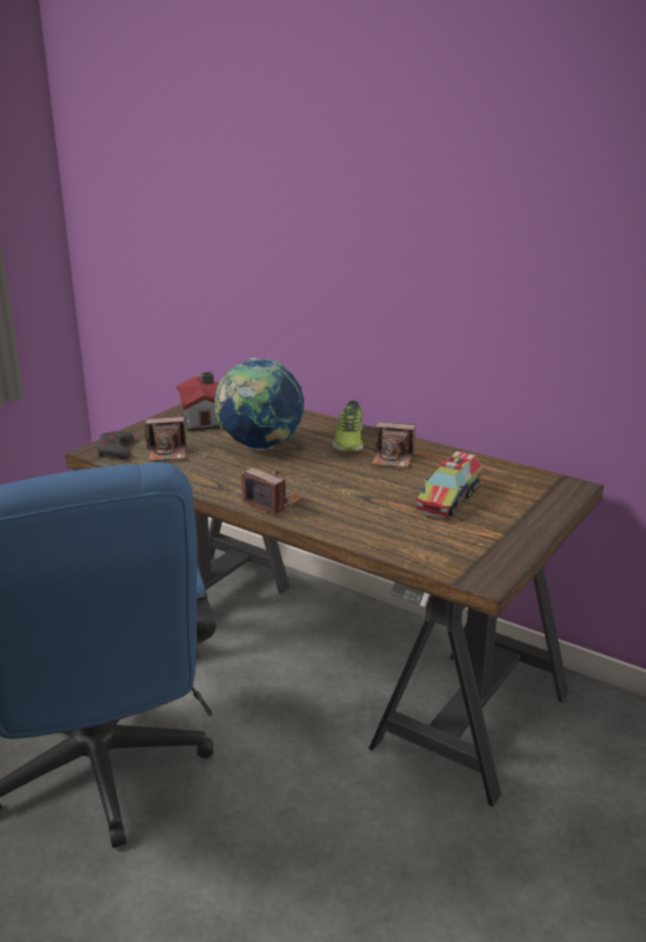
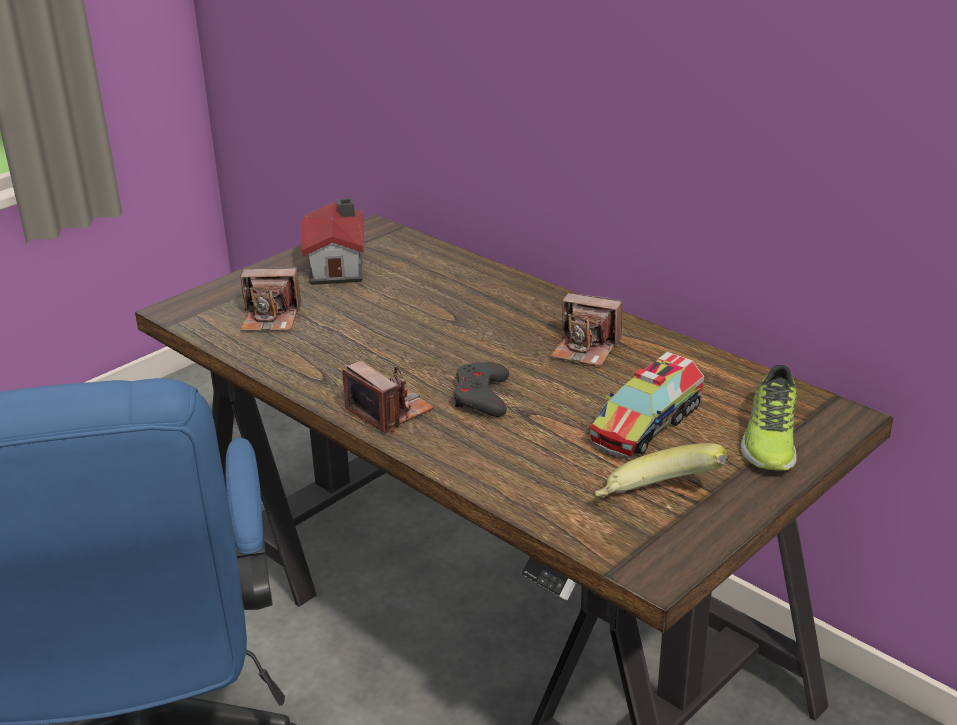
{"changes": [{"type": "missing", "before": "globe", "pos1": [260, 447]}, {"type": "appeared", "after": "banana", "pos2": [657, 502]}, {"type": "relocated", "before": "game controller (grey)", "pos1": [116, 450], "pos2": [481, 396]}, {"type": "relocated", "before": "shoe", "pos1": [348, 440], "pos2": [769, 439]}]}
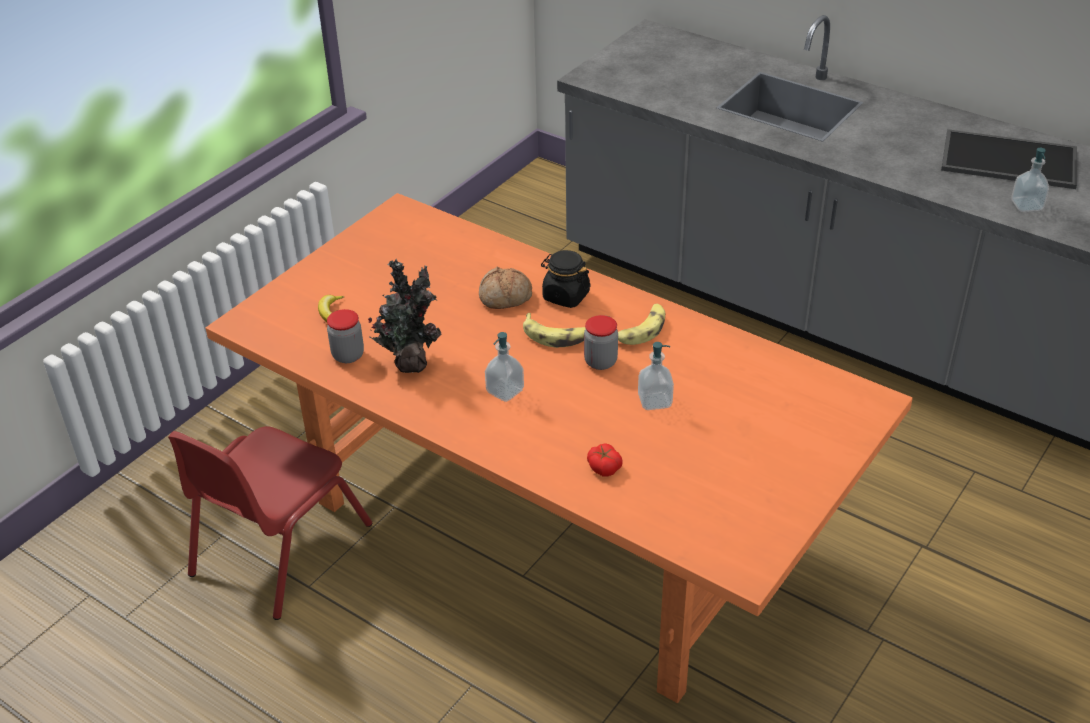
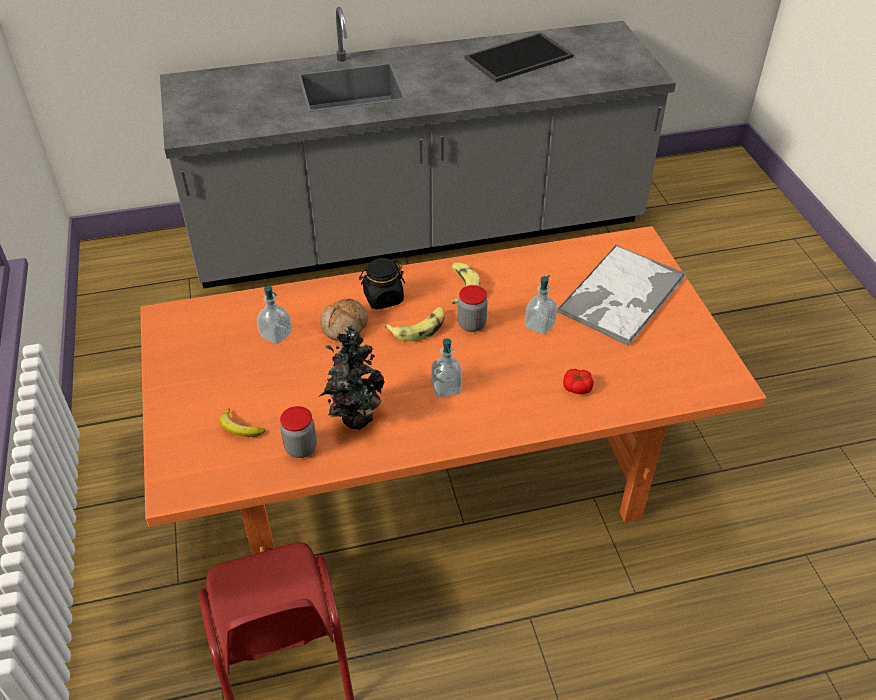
{"changes": [{"type": "appeared", "after": "tray", "pos2": [621, 296]}, {"type": "relocated", "before": "soap dispenser", "pos1": [1026, 205], "pos2": [276, 335]}]}
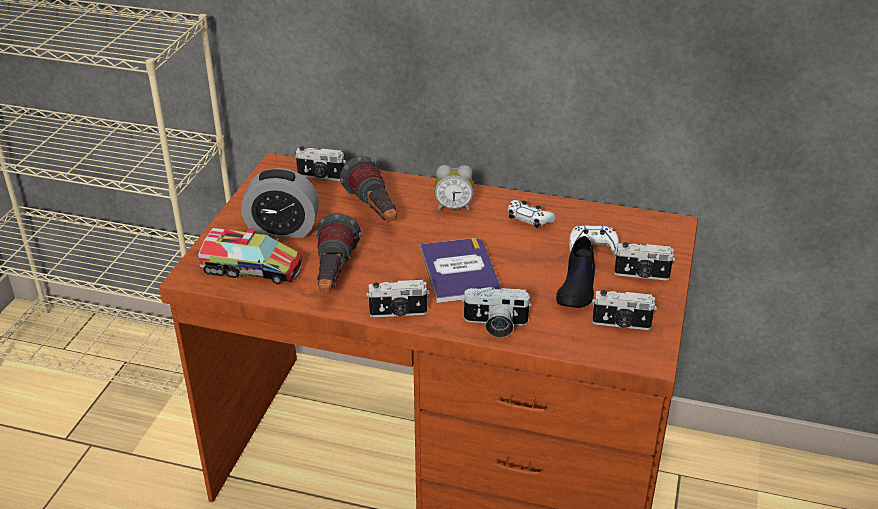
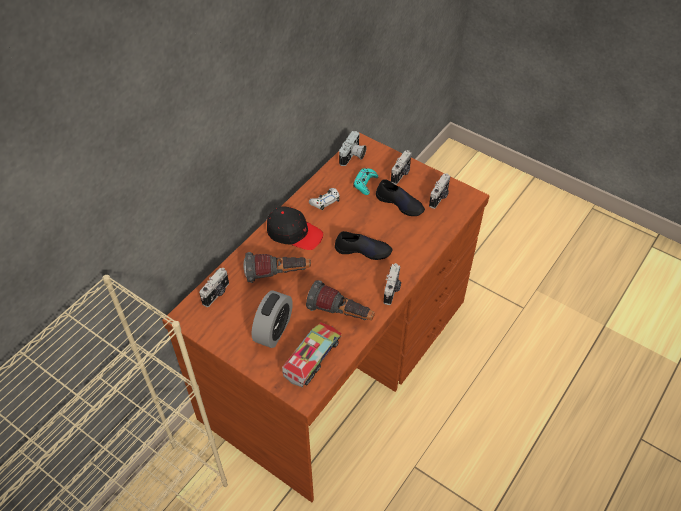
{"changes": [{"type": "relocated", "before": "photo camera", "pos1": [495, 325], "pos2": [353, 156]}, {"type": "exchanged", "before": "book", "after": "shoe (black)", "pos1": [459, 271], "pos2": [363, 250]}, {"type": "exchanged", "before": "alarm clock", "after": "cap (black)", "pos1": [453, 207], "pos2": [294, 233]}, {"type": "colour", "before": "game controller (white)", "after": "game controller (turquoise)", "pos1": [592, 245], "pos2": [365, 183]}]}
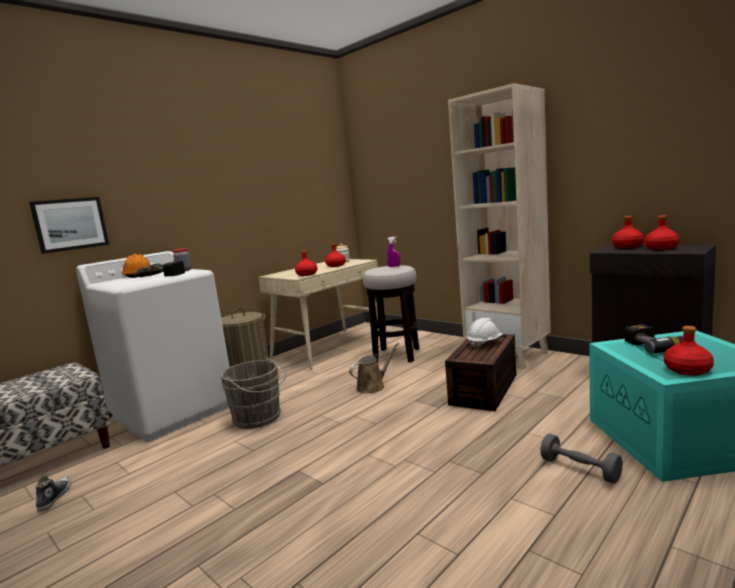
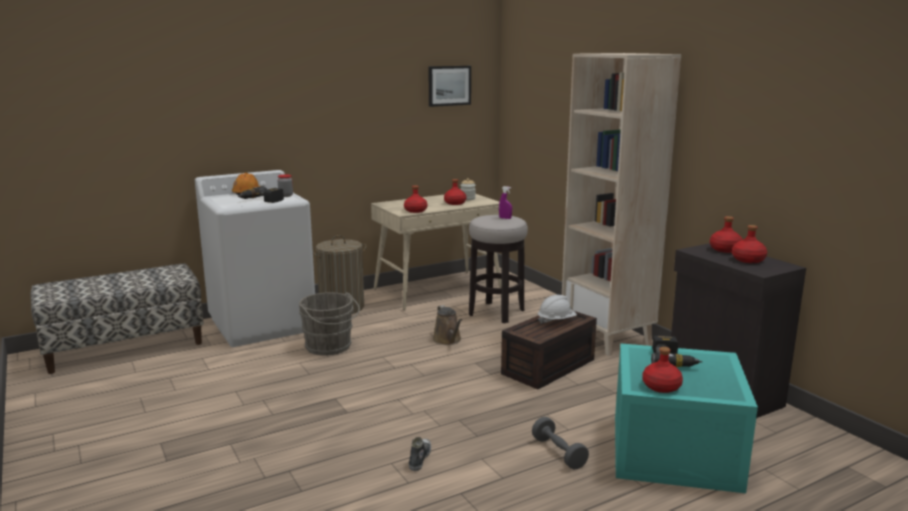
{"changes": [{"type": "relocated", "before": "picture", "pos1": [70, 224], "pos2": [449, 85]}, {"type": "relocated", "before": "shoe", "pos1": [54, 497], "pos2": [419, 458]}, {"type": "spun", "before": "watering can (brown)", "pos1": [373, 386], "pos2": [448, 340], "turn": 90}]}
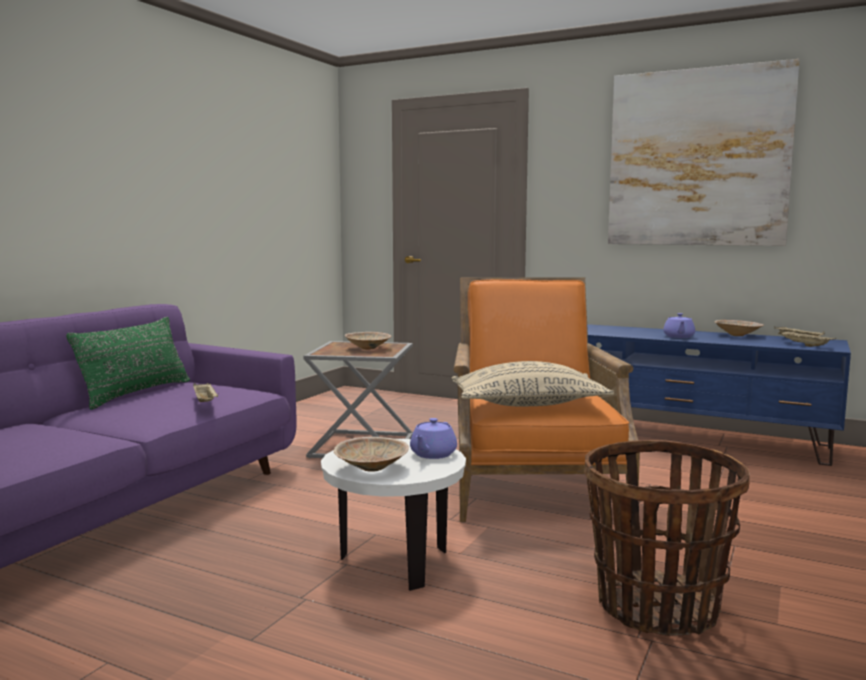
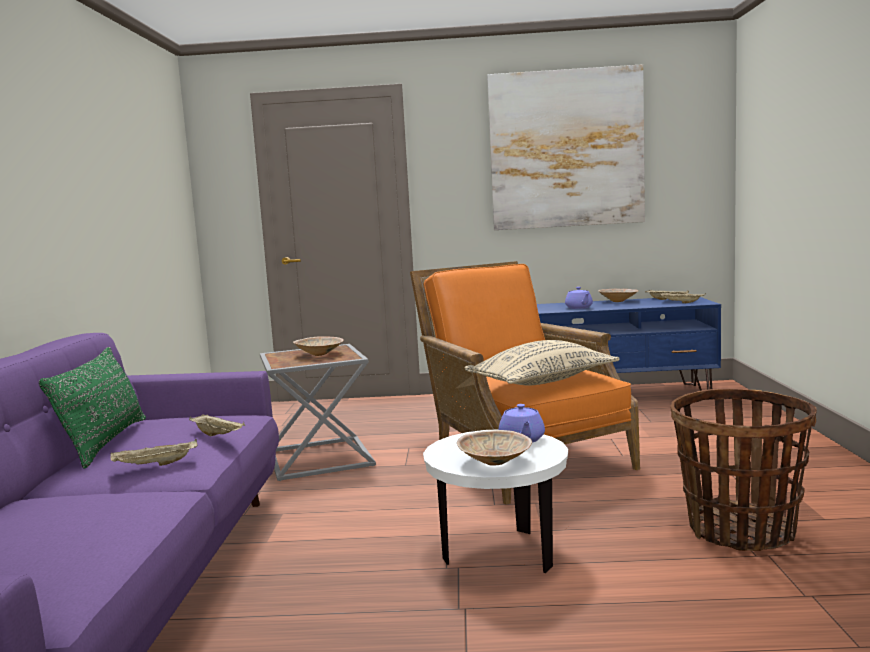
{"changes": [{"type": "appeared", "after": "tray (beige)", "pos2": [155, 465]}]}
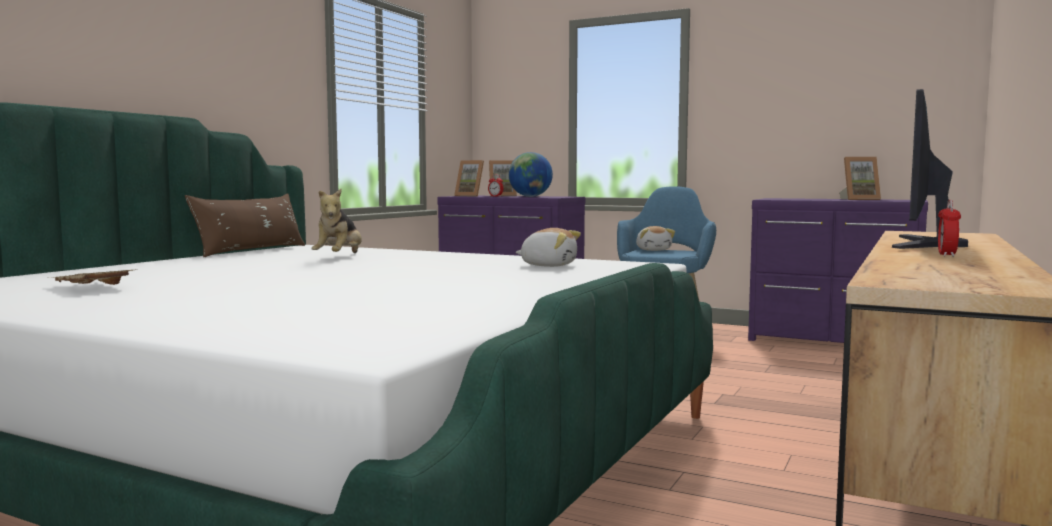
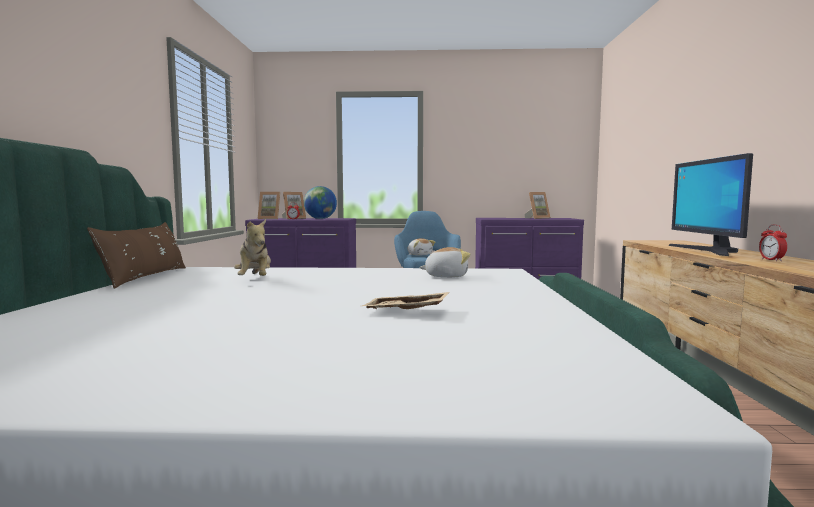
{"changes": [{"type": "relocated", "before": "tray (beige)", "pos1": [90, 288], "pos2": [405, 312]}]}
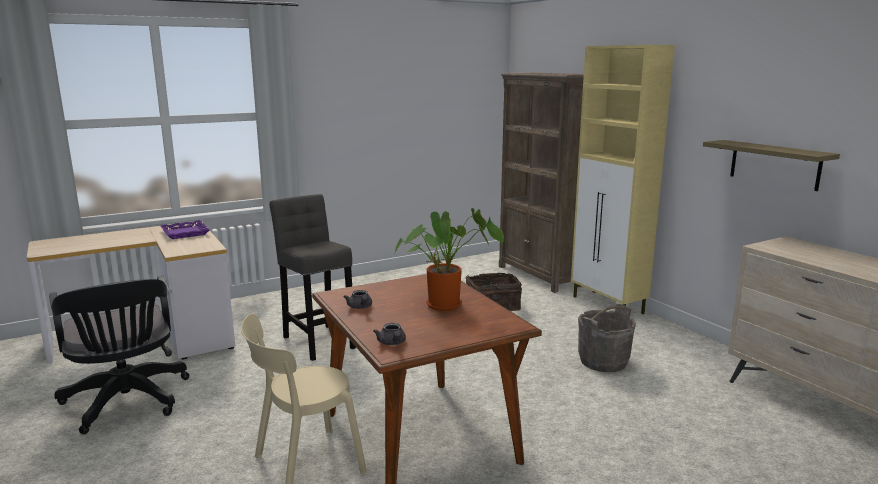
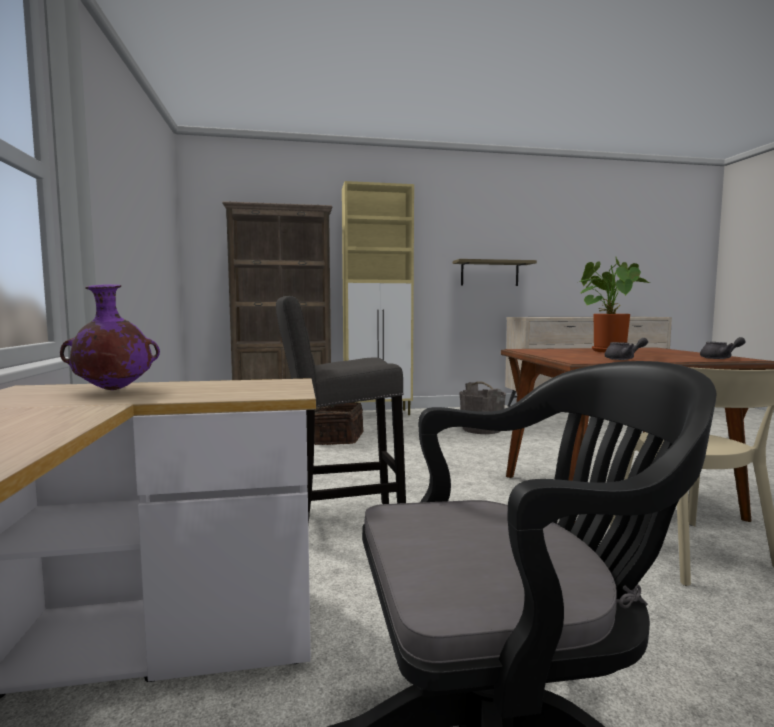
{"changes": [{"type": "exchanged", "before": "tray (purple)", "after": "vase (purple)", "pos1": [184, 233], "pos2": [112, 391]}]}
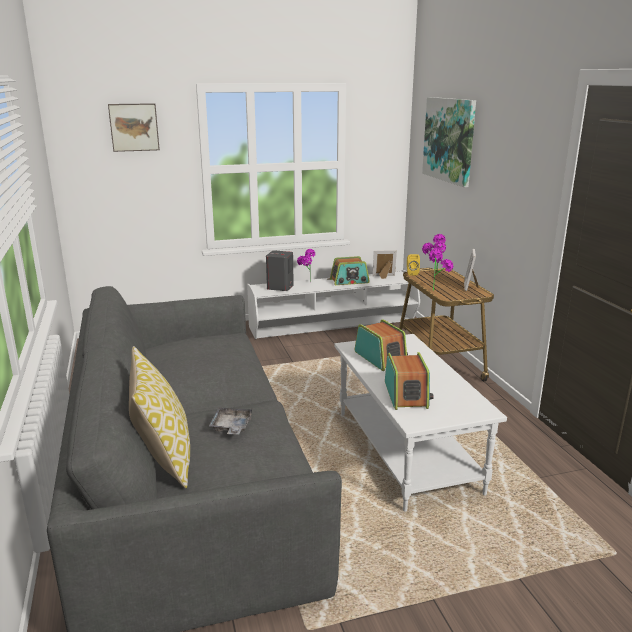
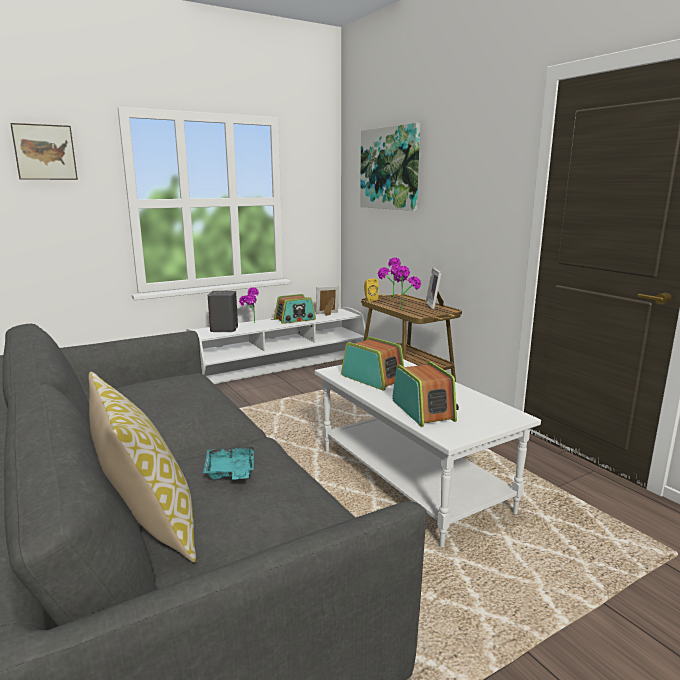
{"changes": [{"type": "colour", "before": "tray (grey)", "after": "tray (turquoise)", "pos1": [231, 427], "pos2": [230, 472]}]}
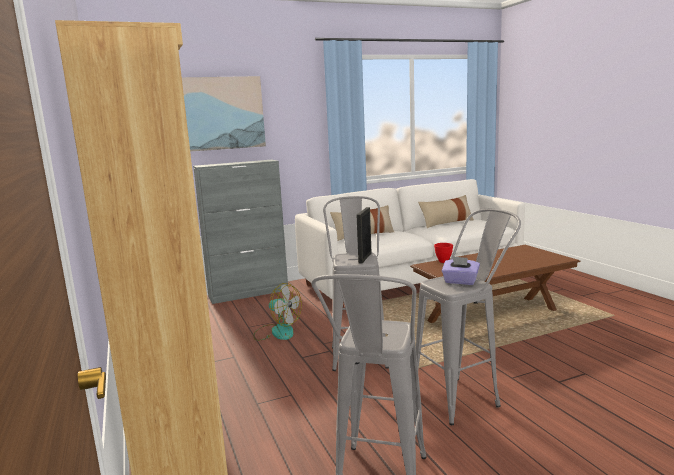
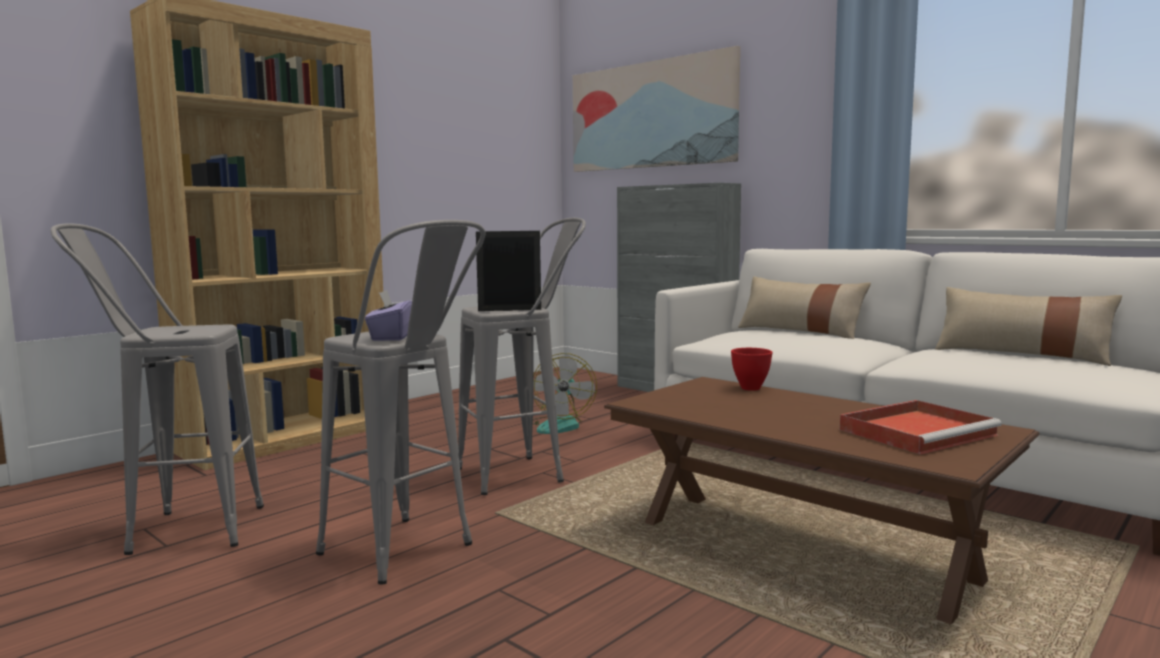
{"changes": [{"type": "appeared", "after": "tray (red)", "pos2": [918, 432]}]}
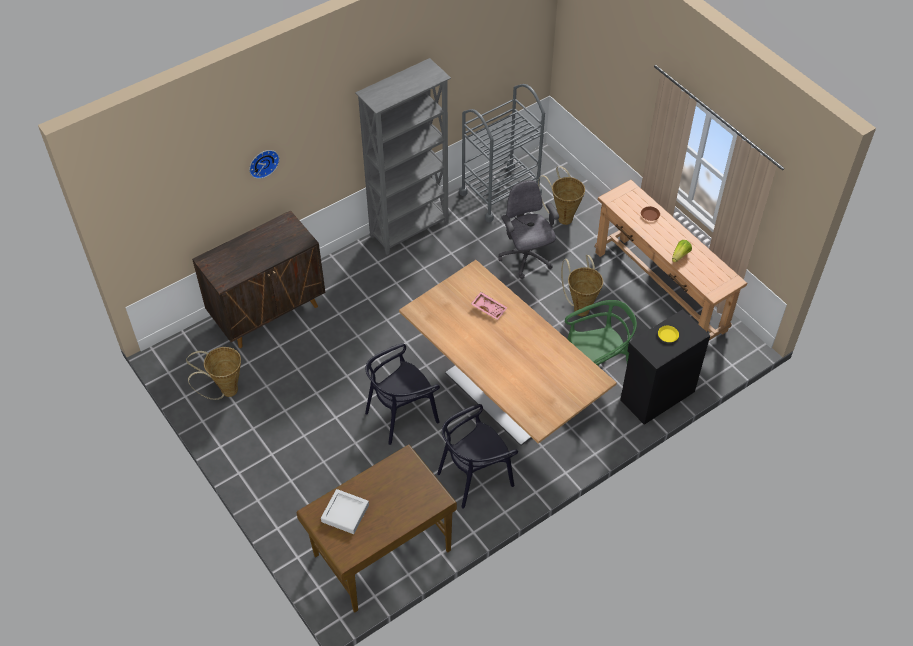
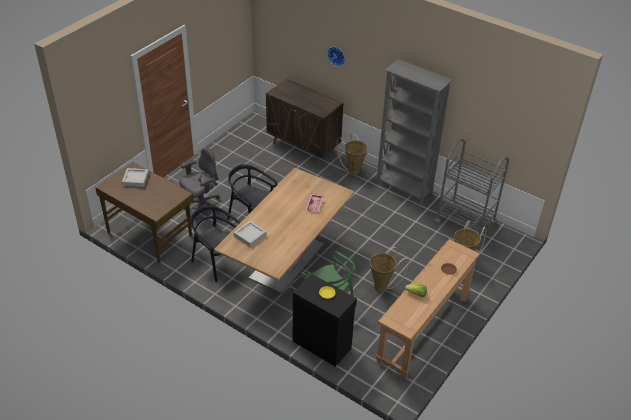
{"changes": [{"type": "appeared", "after": "tray (grey)", "pos2": [250, 235]}, {"type": "relocated", "before": "basket", "pos1": [225, 391], "pos2": [352, 170]}, {"type": "relocated", "before": "office chair (grey)", "pos1": [526, 258], "pos2": [202, 207]}]}
